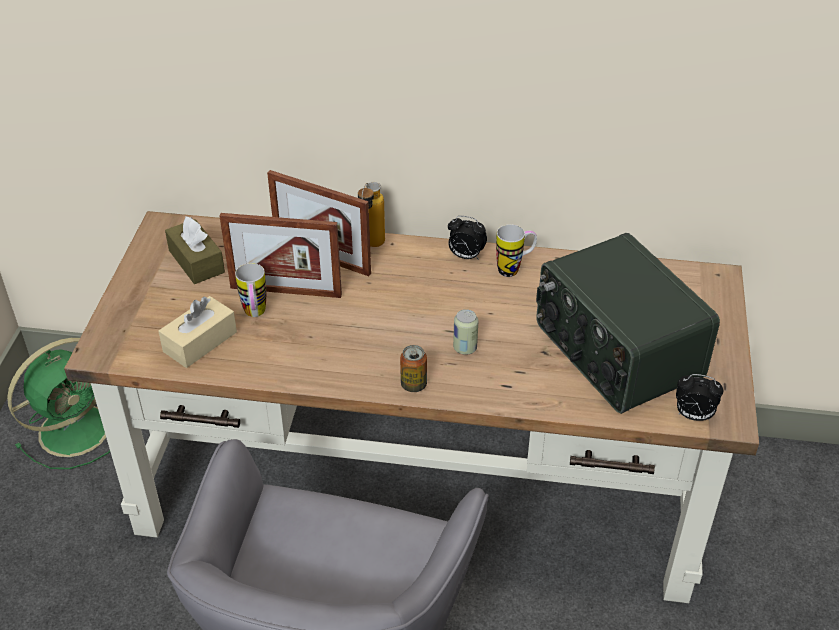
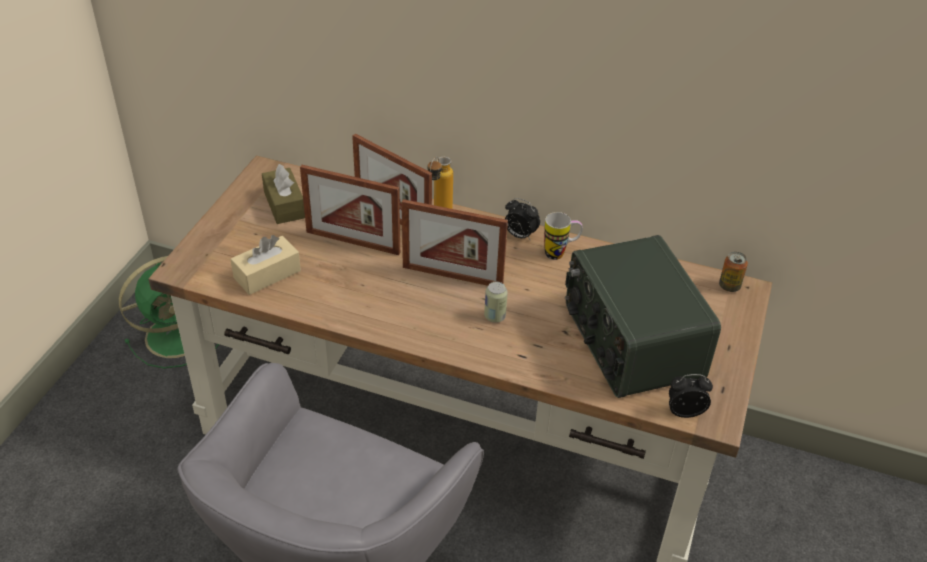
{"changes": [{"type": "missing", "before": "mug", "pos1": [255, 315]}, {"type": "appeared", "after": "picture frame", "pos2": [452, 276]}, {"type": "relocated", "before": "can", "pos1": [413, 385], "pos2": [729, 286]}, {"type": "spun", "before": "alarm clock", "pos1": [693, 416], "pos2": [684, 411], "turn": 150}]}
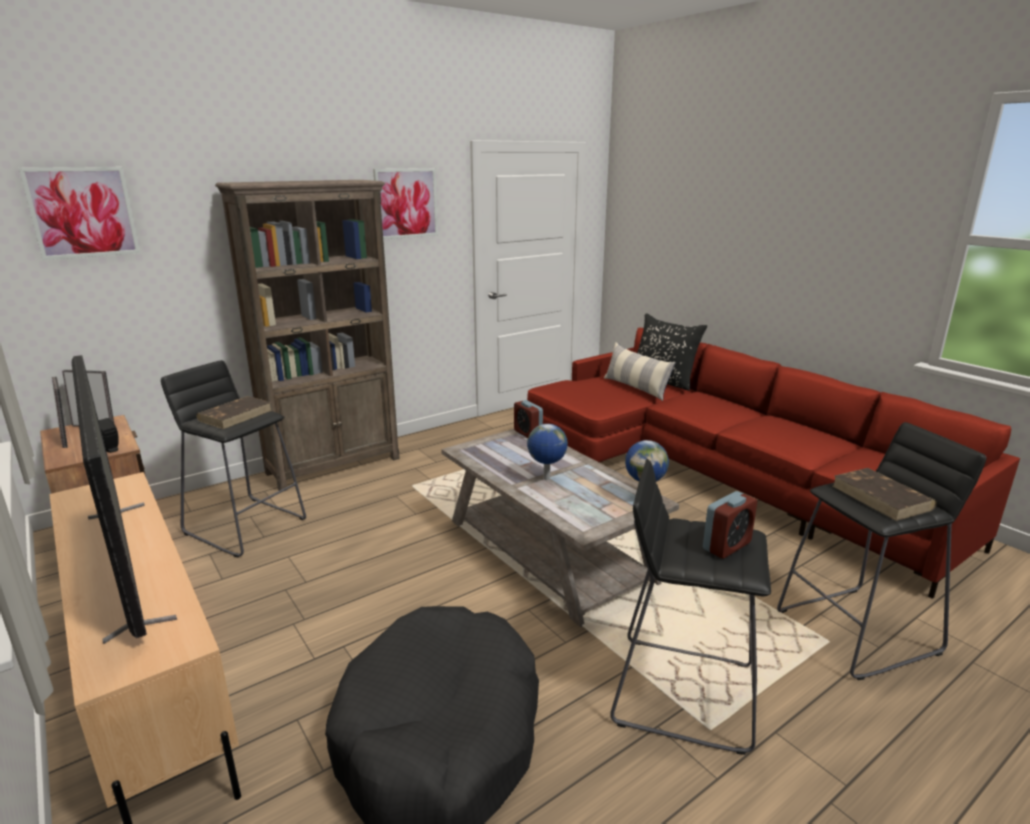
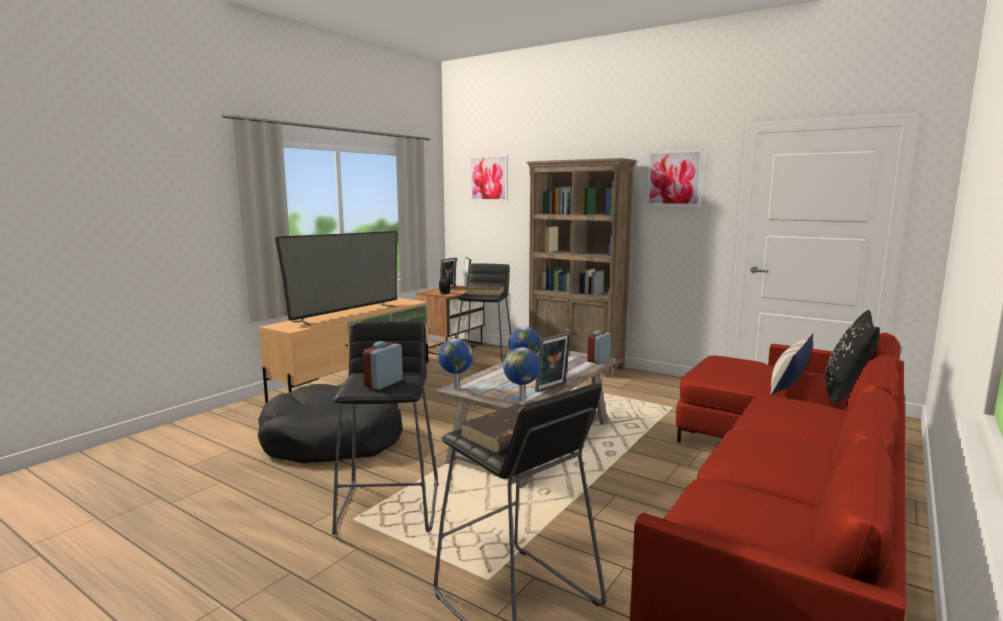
{"changes": [{"type": "appeared", "after": "globe", "pos2": [455, 388]}, {"type": "appeared", "after": "picture frame", "pos2": [552, 388]}, {"type": "spun", "before": "alarm clock", "pos1": [726, 546], "pos2": [383, 383], "turn": 90}]}
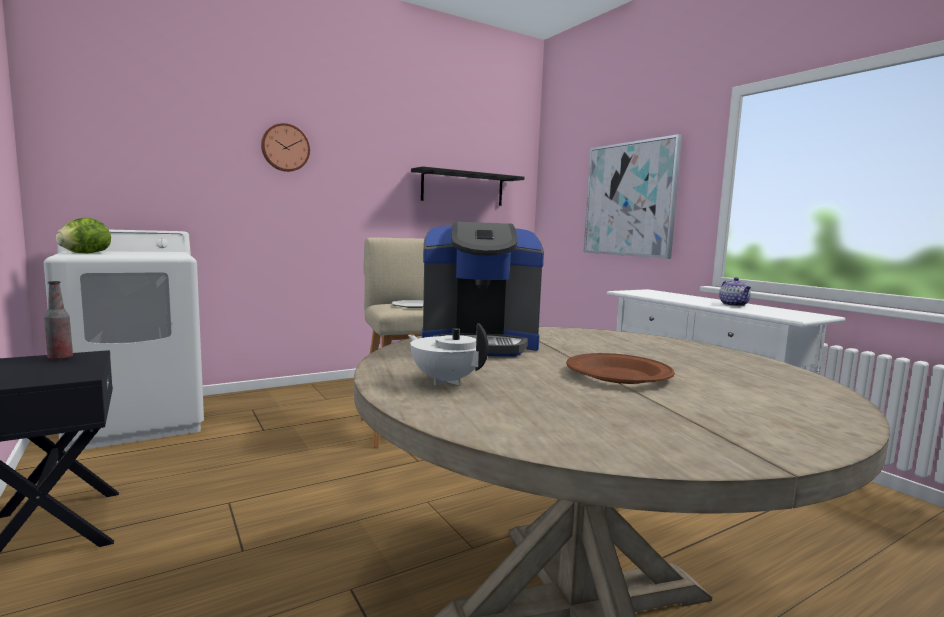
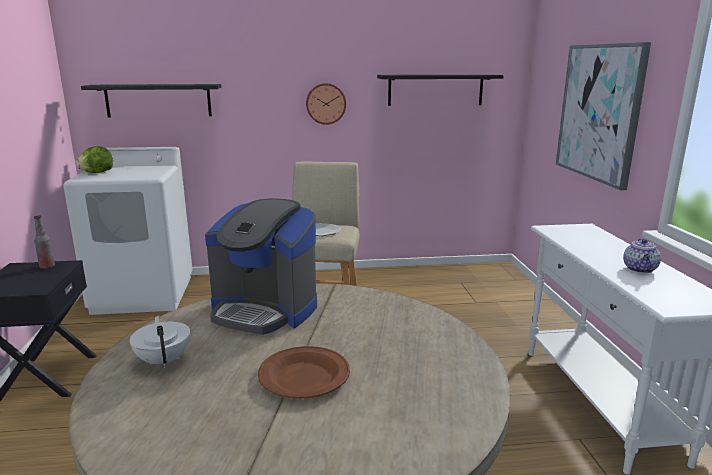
{"changes": [{"type": "appeared", "after": "shelf (black)", "pos2": [158, 100]}, {"type": "relocated", "before": "wall clock", "pos1": [285, 148], "pos2": [325, 103]}]}
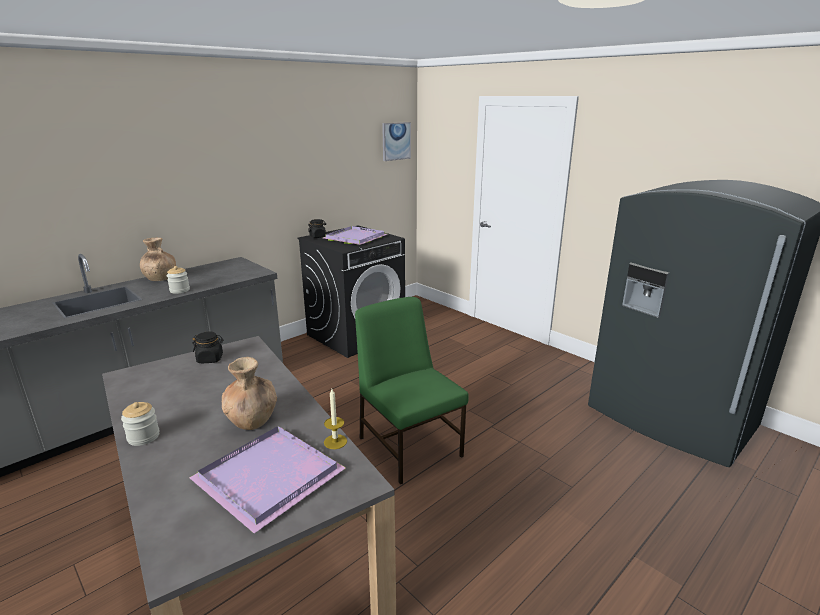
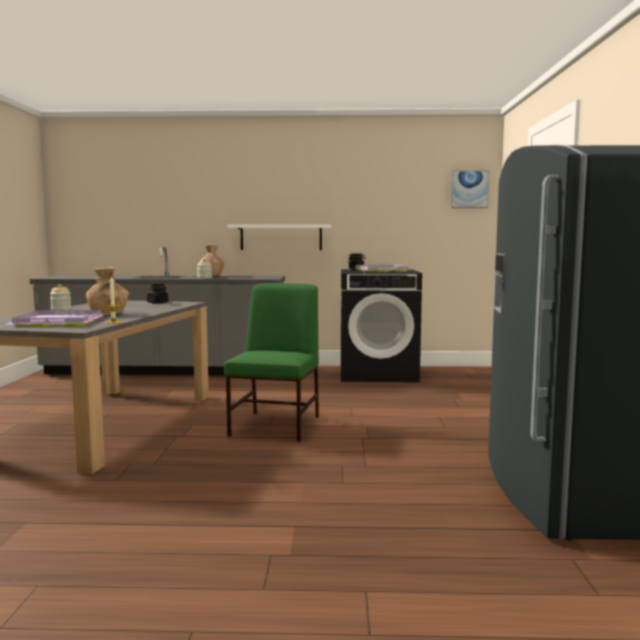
{"changes": [{"type": "appeared", "after": "shelf (white)", "pos2": [281, 237]}]}
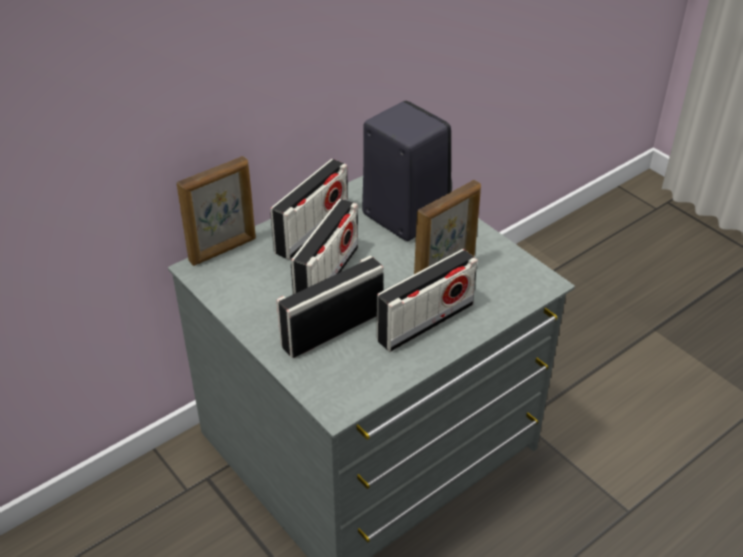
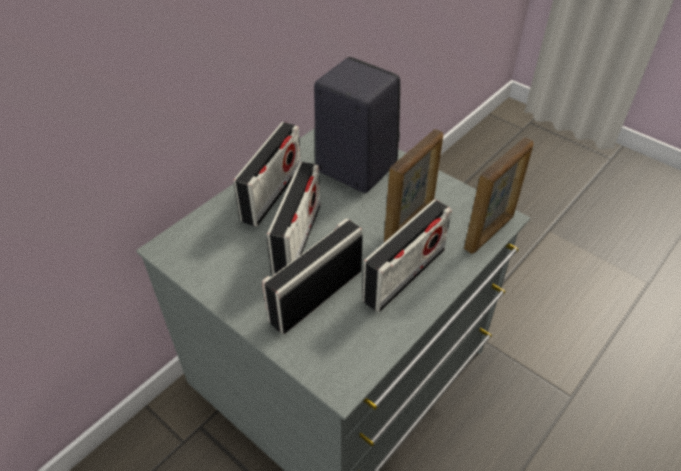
{"changes": [{"type": "relocated", "before": "picture frame", "pos1": [223, 250], "pos2": [489, 232]}]}
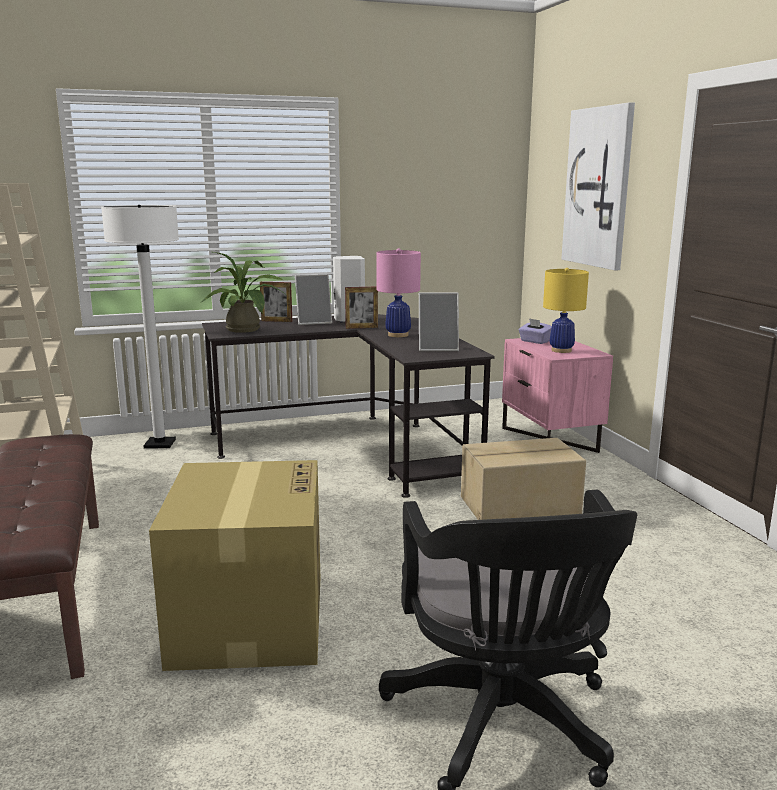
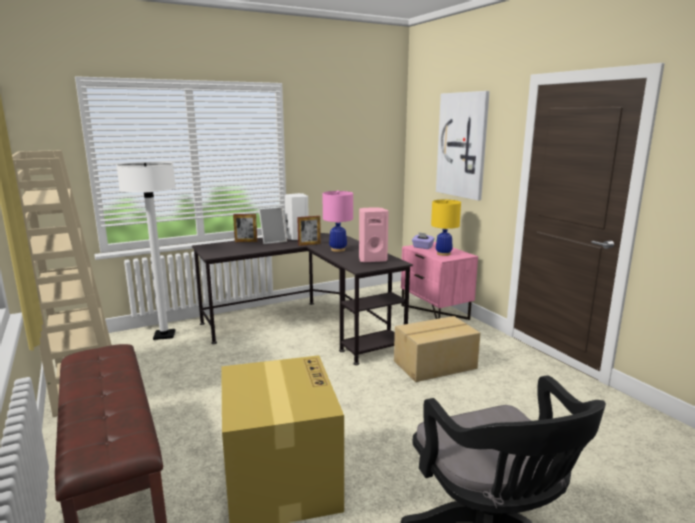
{"changes": [{"type": "missing", "before": "potted plant", "pos1": [246, 330]}, {"type": "exchanged", "before": "picture frame", "after": "speaker (pink)", "pos1": [438, 348], "pos2": [372, 259]}]}
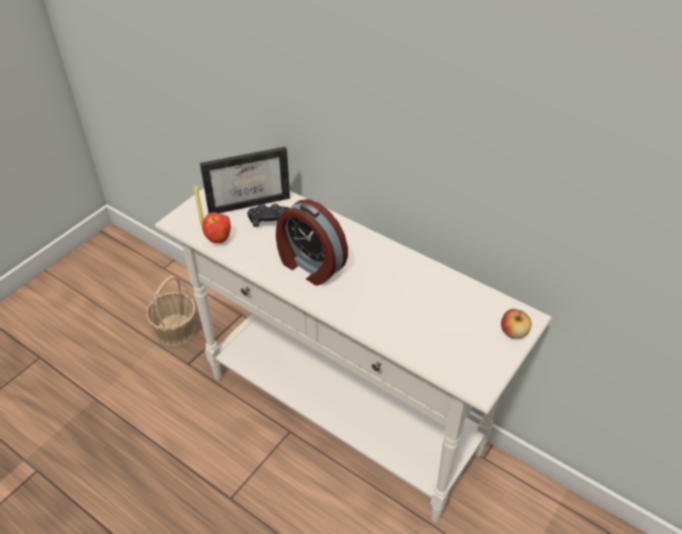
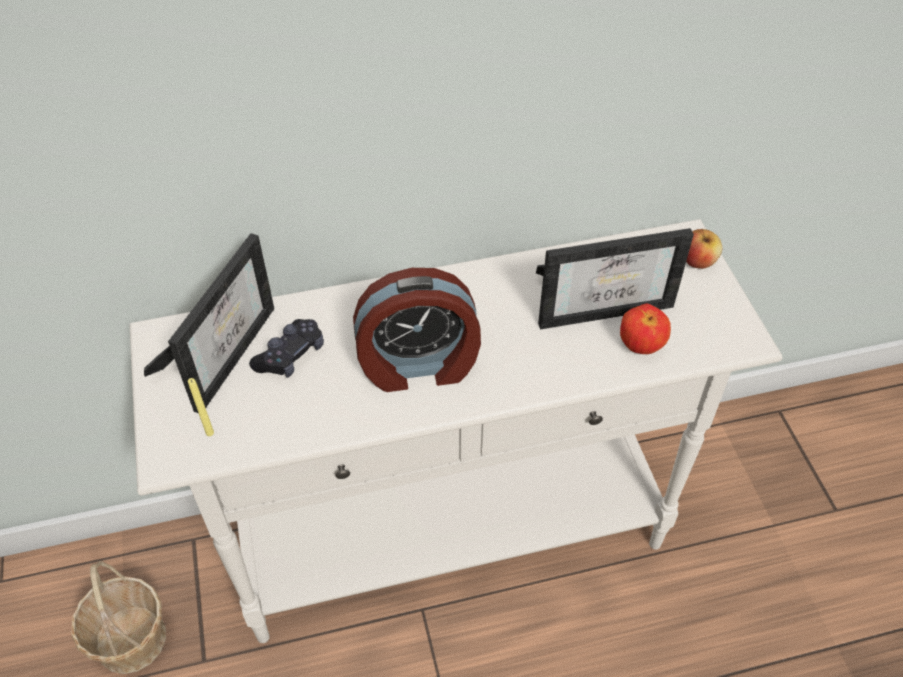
{"changes": [{"type": "appeared", "after": "picture frame", "pos2": [604, 304]}, {"type": "relocated", "before": "apple", "pos1": [219, 239], "pos2": [641, 346]}]}
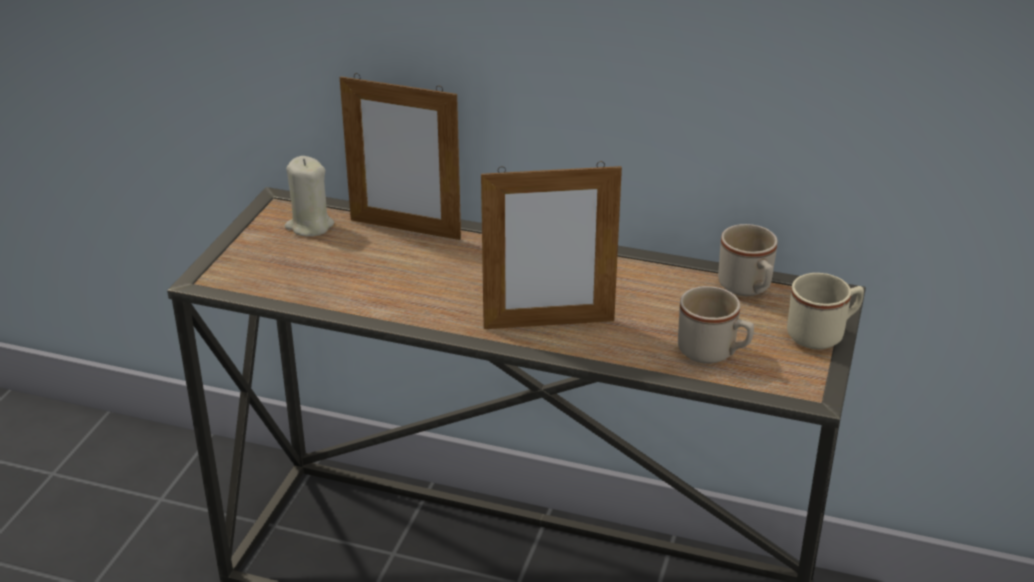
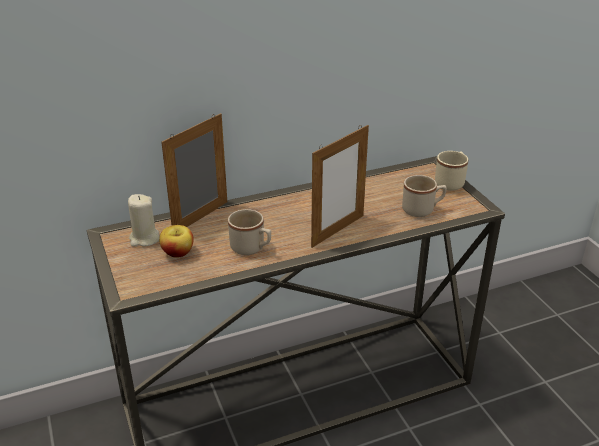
{"changes": [{"type": "appeared", "after": "apple", "pos2": [178, 252]}, {"type": "relocated", "before": "mug (beige)", "pos1": [748, 288], "pos2": [251, 248]}, {"type": "spun", "before": "picture frame", "pos1": [405, 229], "pos2": [201, 218], "turn": 150}]}
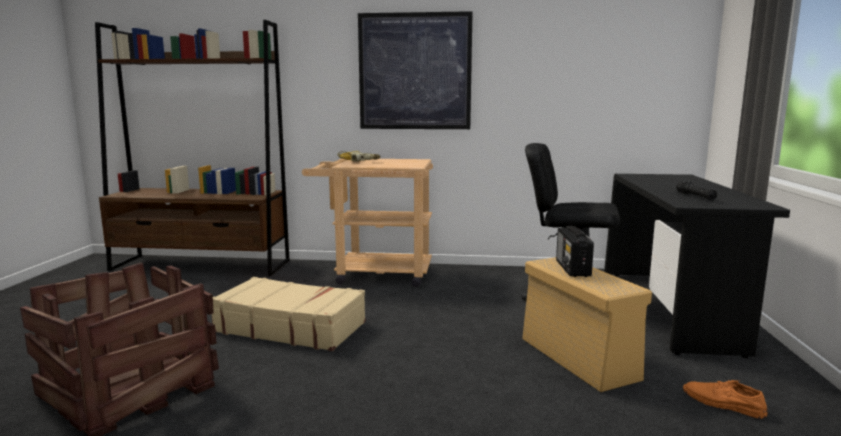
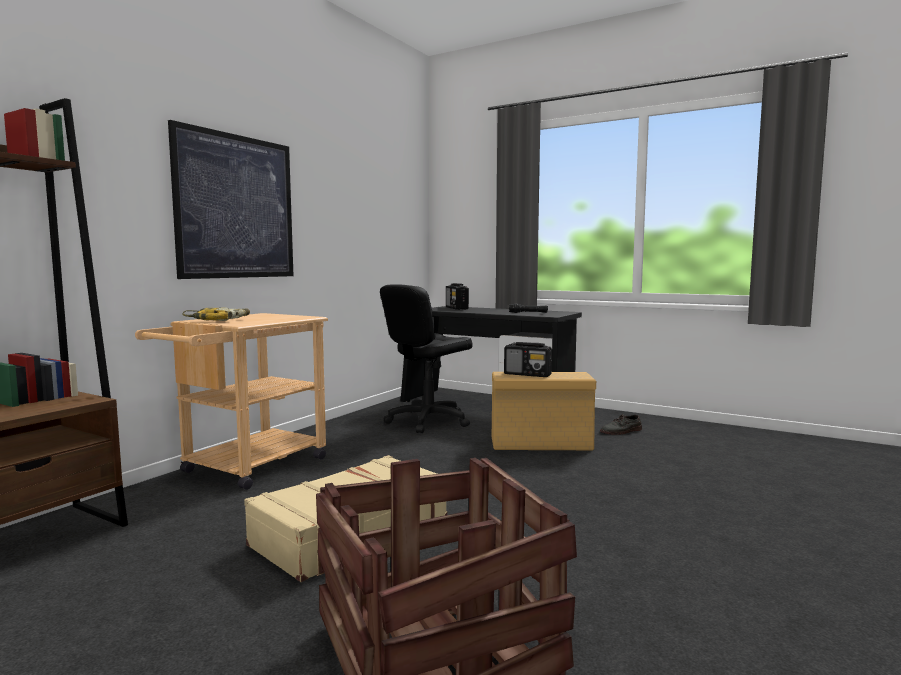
{"changes": [{"type": "appeared", "after": "radio", "pos2": [456, 308]}, {"type": "colour", "before": "shoe (orange)", "after": "shoe (grey)", "pos1": [722, 403], "pos2": [621, 431]}]}
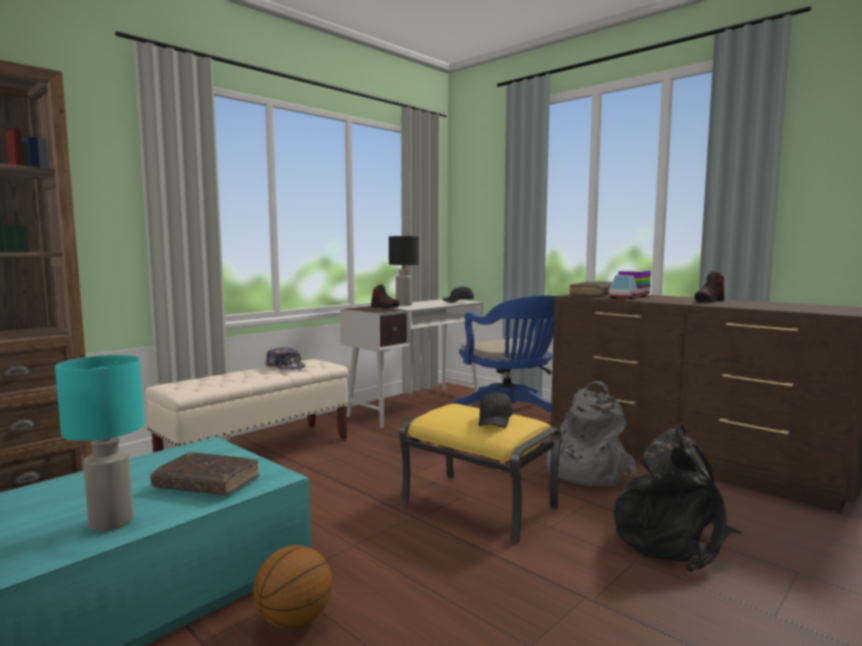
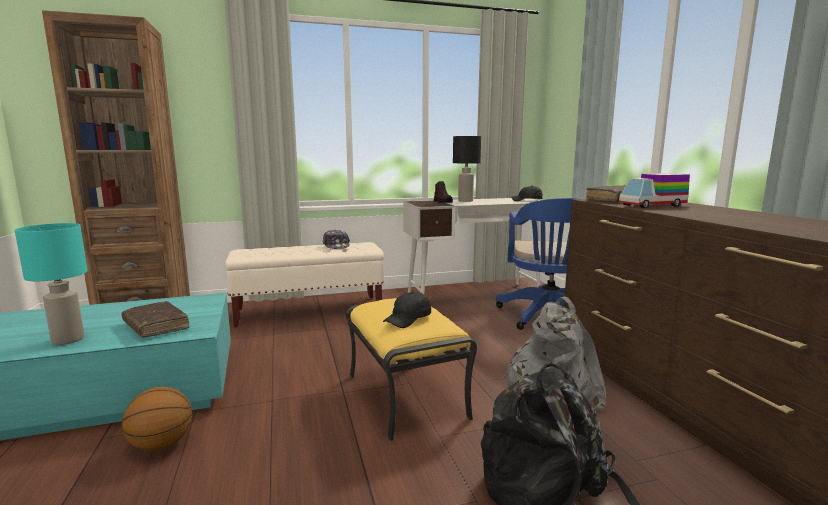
{"changes": [{"type": "missing", "before": "shoe", "pos1": [709, 301]}]}
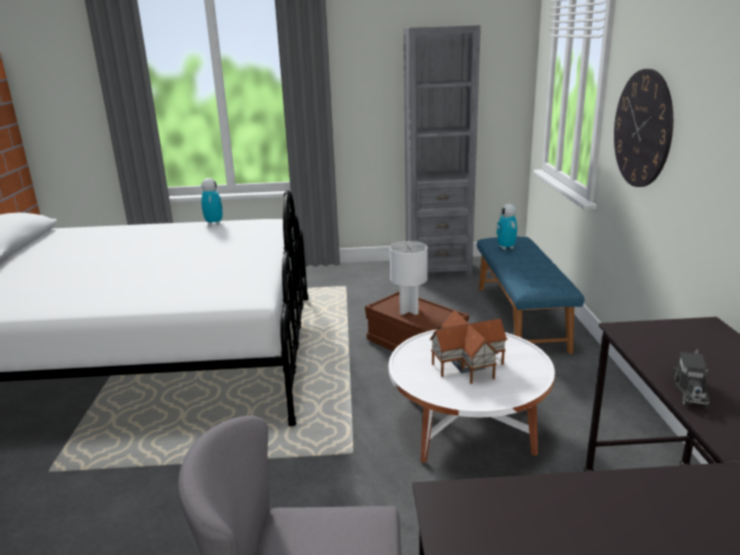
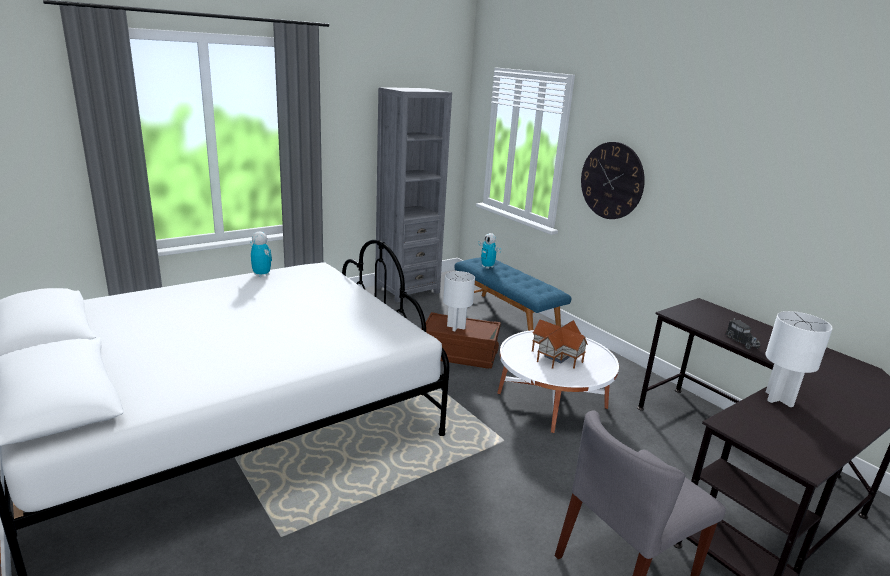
{"changes": [{"type": "appeared", "after": "table lamp (white)", "pos2": [779, 399]}]}
